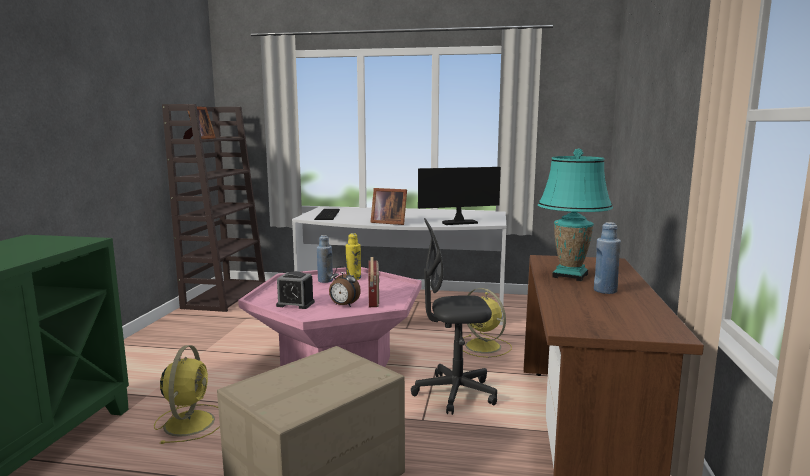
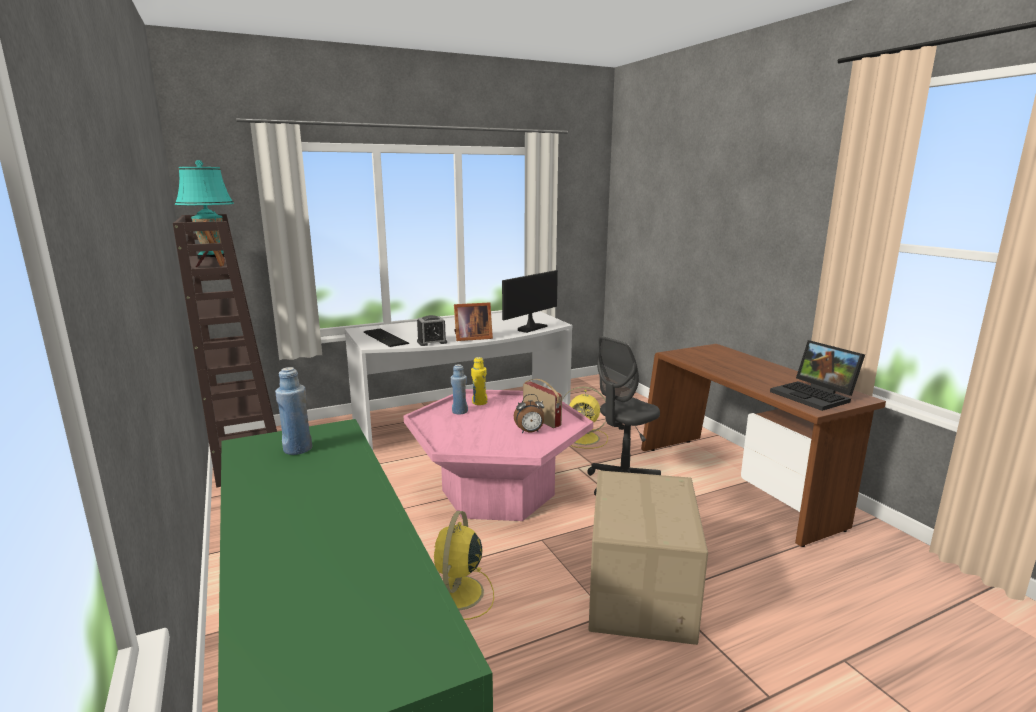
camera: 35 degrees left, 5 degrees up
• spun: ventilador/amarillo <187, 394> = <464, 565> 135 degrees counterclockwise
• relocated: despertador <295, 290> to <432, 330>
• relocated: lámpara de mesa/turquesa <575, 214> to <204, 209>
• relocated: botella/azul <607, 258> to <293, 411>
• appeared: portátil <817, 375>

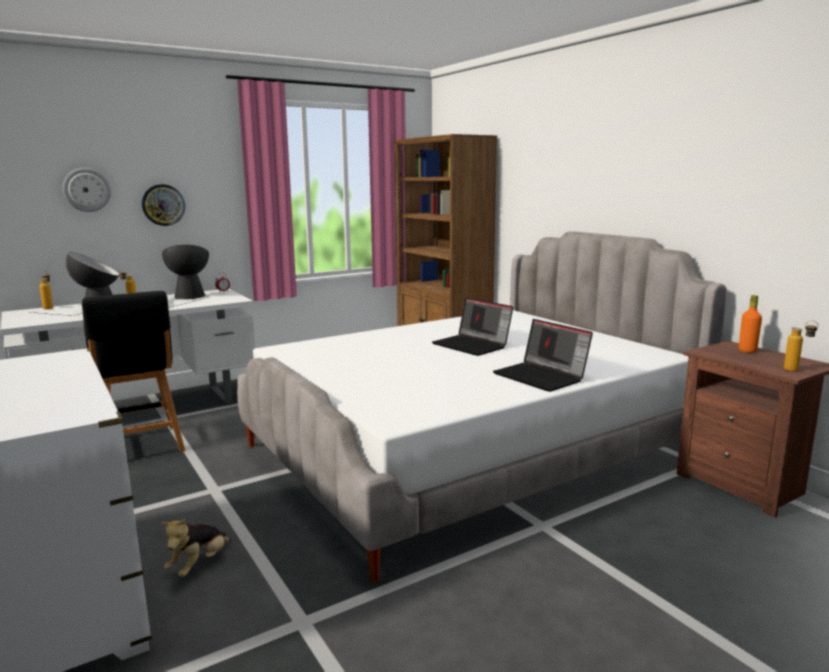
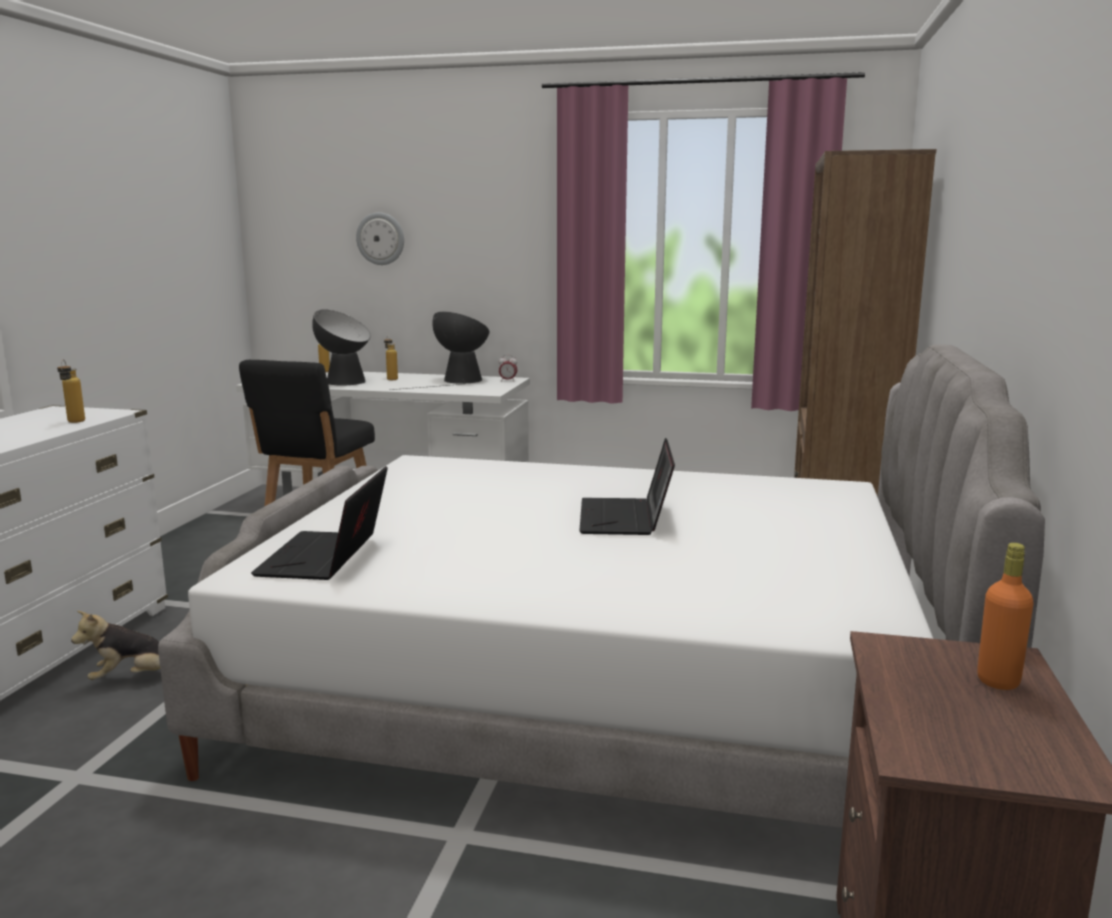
camera: 45 degrees right, 0 degrees up
• missing: reloj de pared <163, 205>
• relocated: portátil <543, 355> to <319, 523>
• relocated: botella <801, 346> to <71, 391>

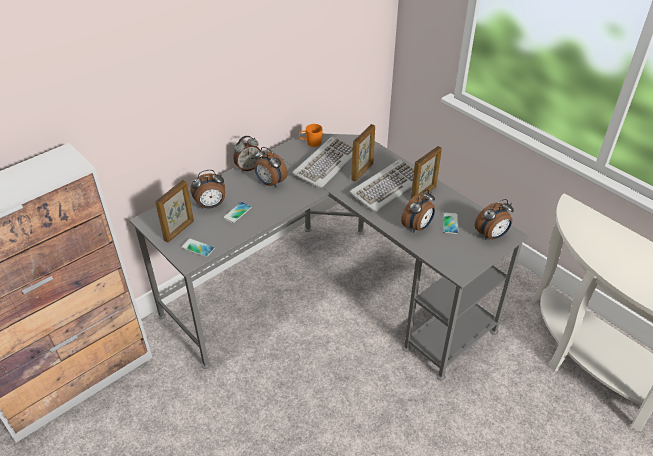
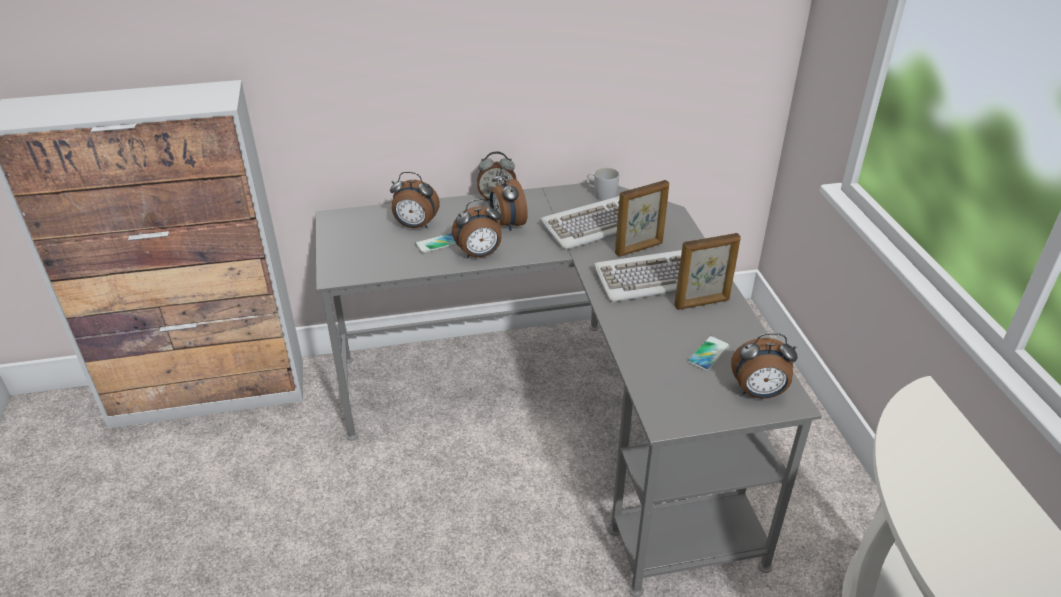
camera: 30 degrees right, 5 degrees down
• missing: portarretratos <174, 211>
• missing: móvil <198, 247>
• colour: taza grande/naranja <310, 135> to taza grande/blanco <603, 184>
• relocated: despertador <418, 211> to <477, 228>

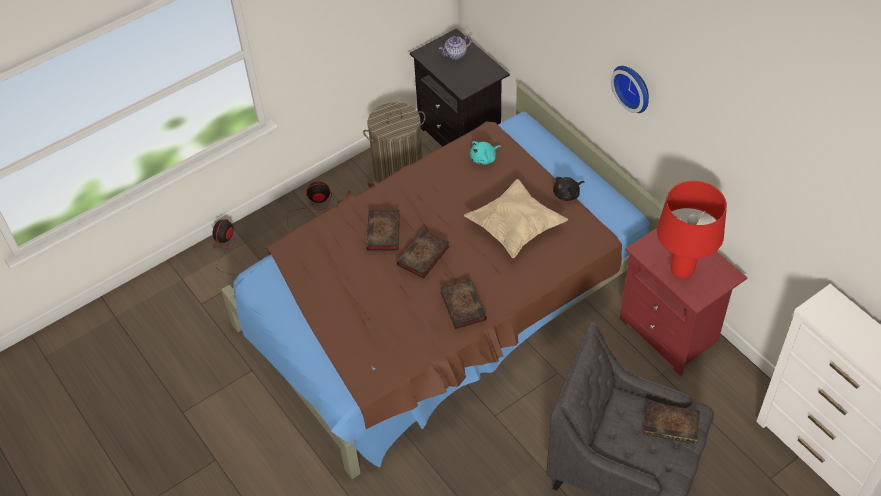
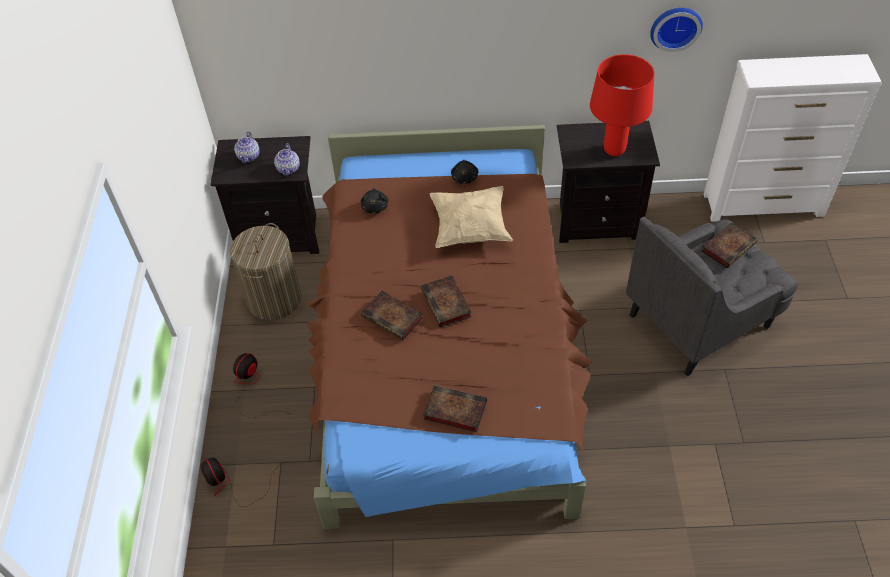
camera: 55 degrees left, 0 degrees up
• relocated: libro <463, 304> to <455, 408>
• colour: peluche/turquesa <485, 153> to peluche/negro <375, 201>
• relocated: reloj de pared <630, 89> to <676, 30>
• colour: mesita de noche/rojo <683, 296> to mesita de noche/negro <608, 182>
• appeared: tetera <287, 159>

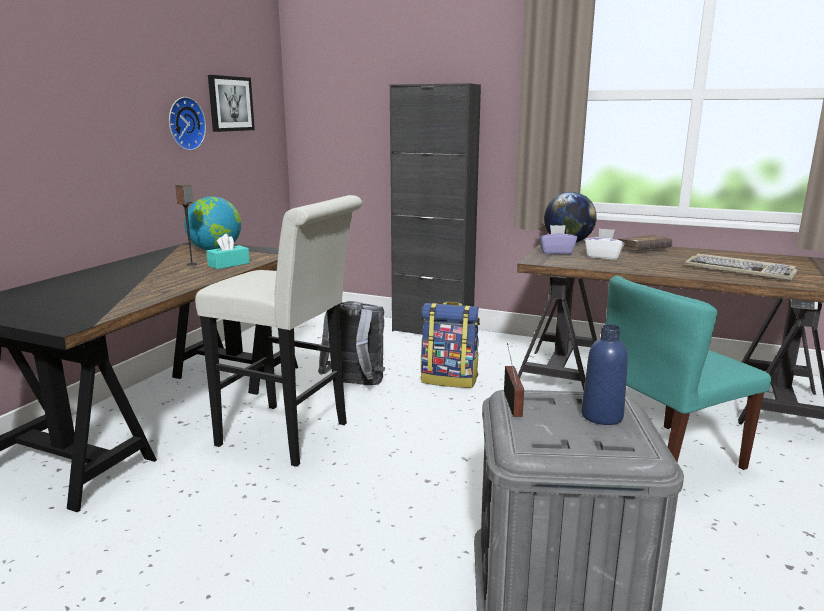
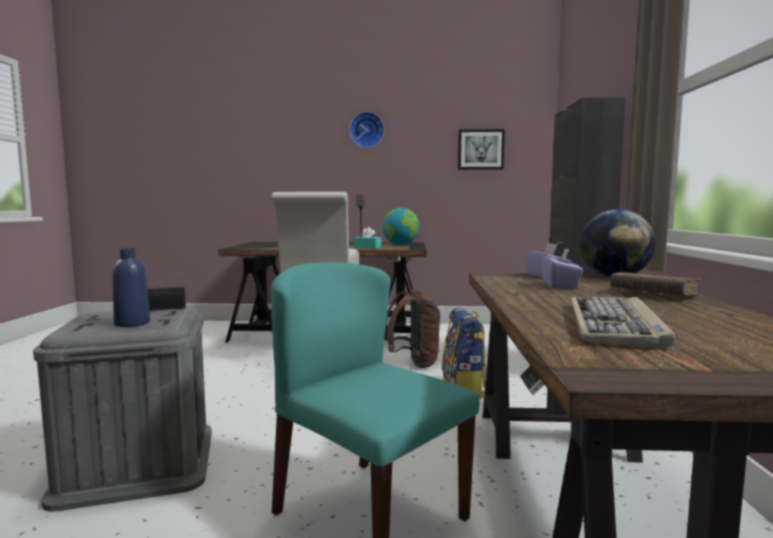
camera: 70 degrees right, 10 degrees down
• relocated: reloj de pared <187, 124> to <366, 130>
• colour: mochila/gris <351, 343> to mochila/marrón <412, 328>
• colour: caja de pañuelos/blanco <605, 244> to caja de pañuelos/morado <562, 268>

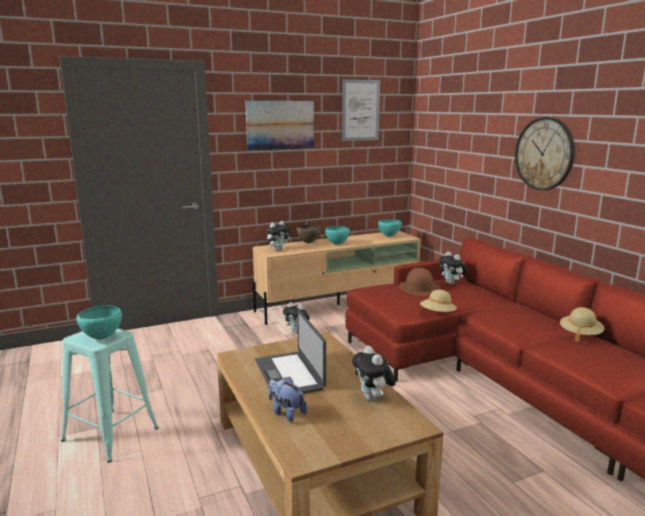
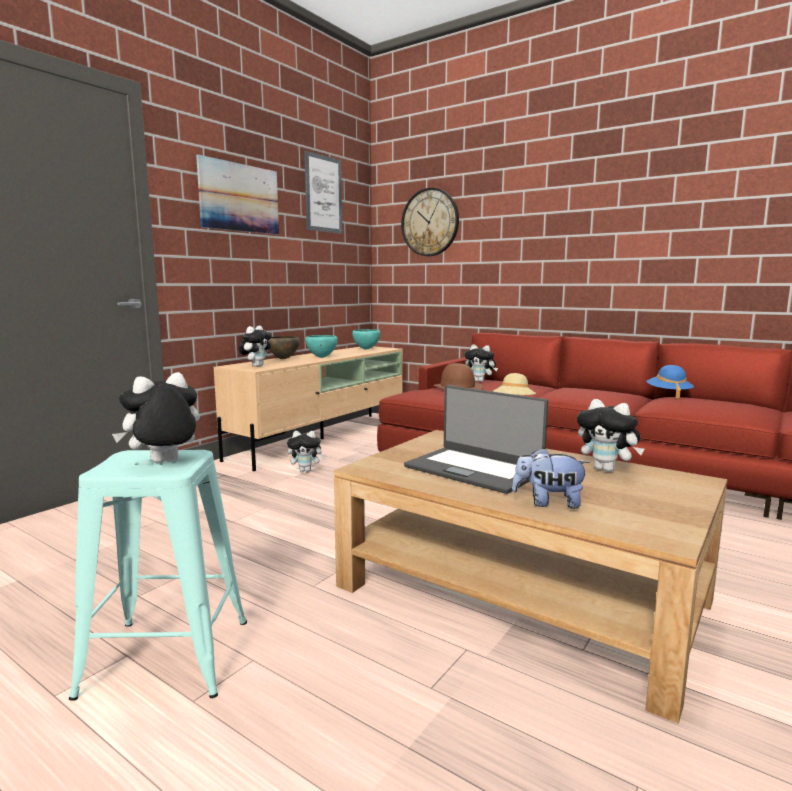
camera: 30 degrees left, 5 degrees down
• exchanged: cuenco/turquesa <99, 322> to peluche <156, 418>
• relocated: reloj de pared <545, 154> to <430, 222>
• colour: sombrero/beis <582, 324> to sombrero/azul <670, 382>

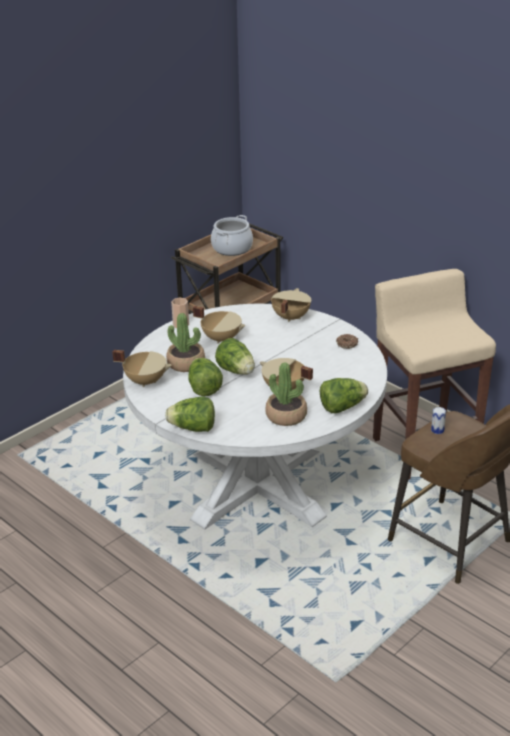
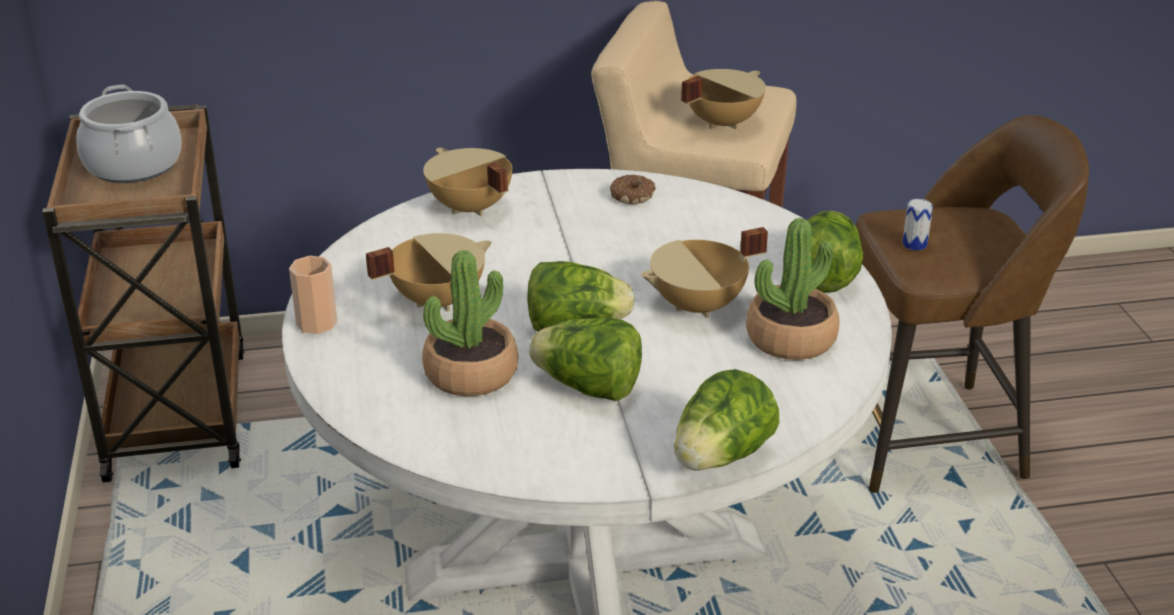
camera: 55 degrees left, 0 degrees up
• relocated: olla/beis <142, 368> to <723, 99>

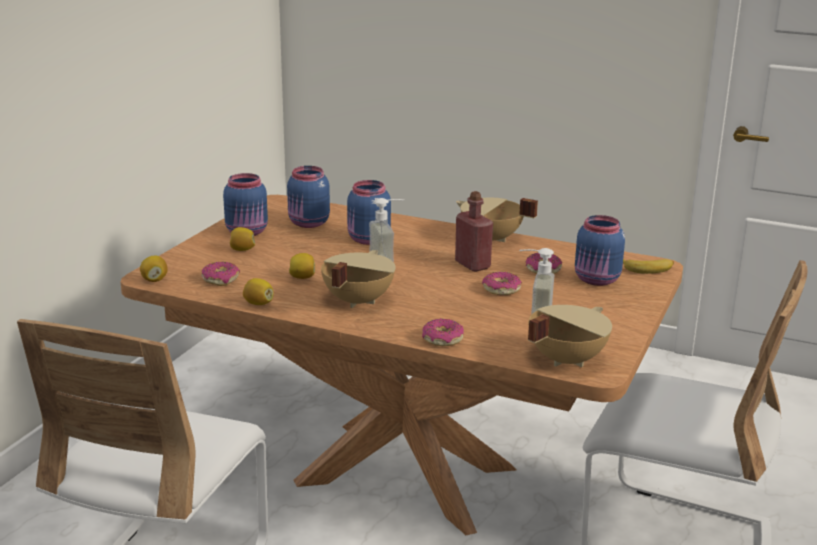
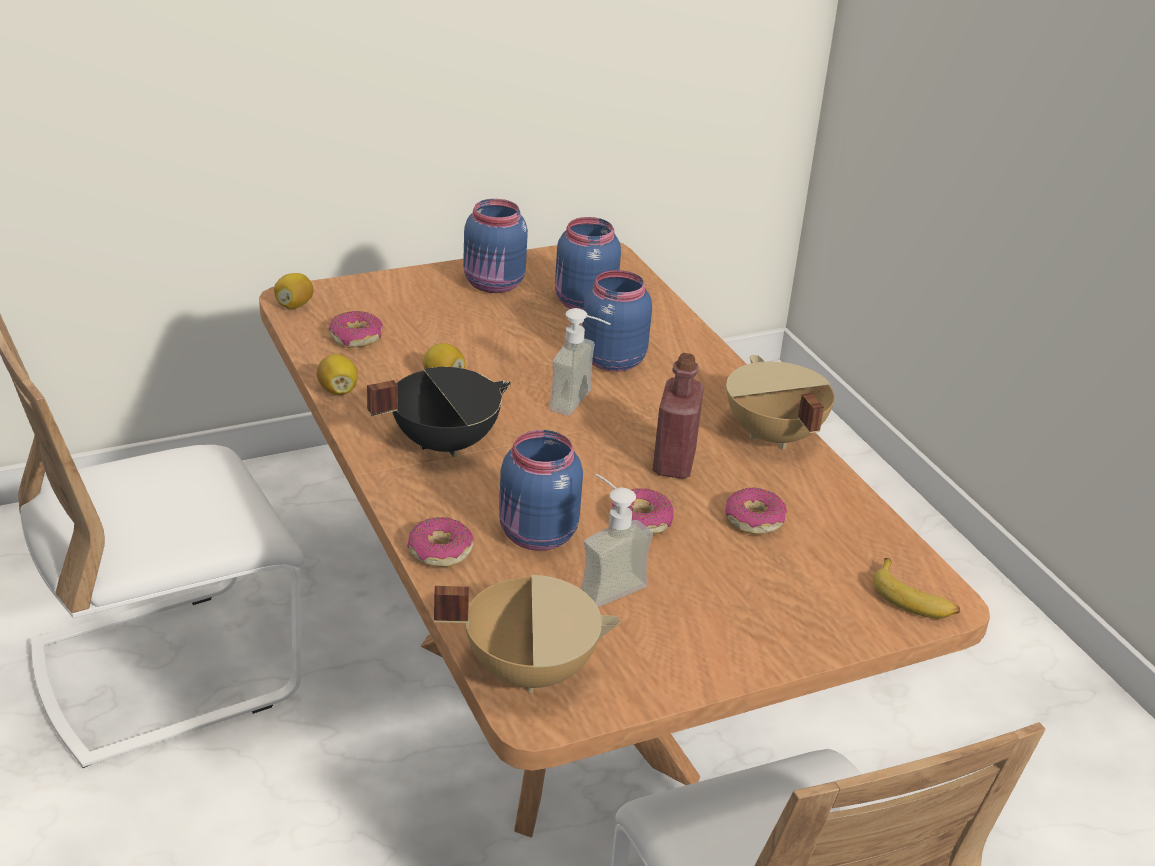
camera: 40 degrees right, 10 degrees up
• missing: limón <242, 239>
• colour: olla/beis <358, 279> to olla/negro <439, 412>
• relocated: tarro/azul <600, 250> to <541, 490>

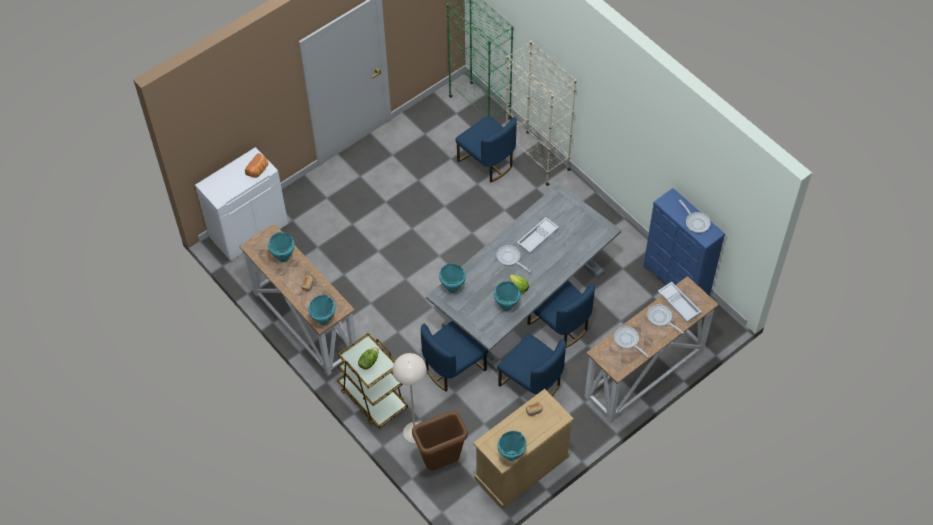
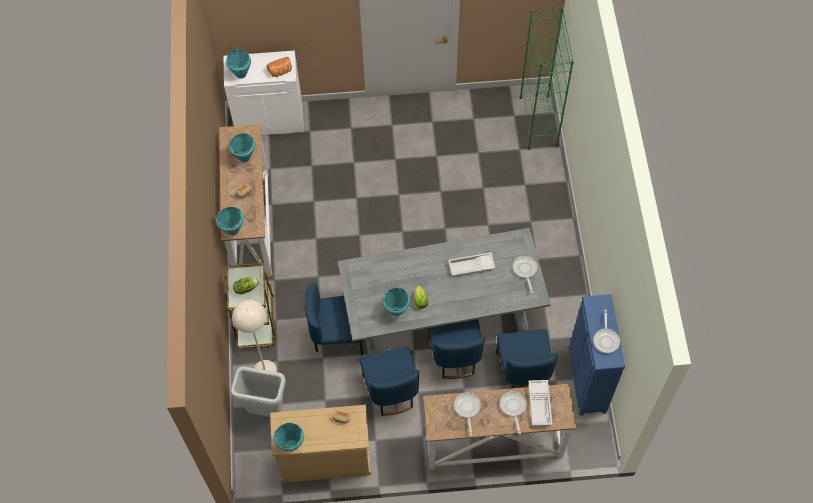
camera: 35 degrees right, 5 degrees up
• colour: papelera/marrón <440, 441> to papelera/gris <258, 391>
• relocated: olla/turquesa <452, 278> to <238, 63>
• relocated: silla/azul <486, 149> to <527, 358>
• relocated: sartén <513, 258> to <525, 274>
• missing: estantería/beis <541, 113>

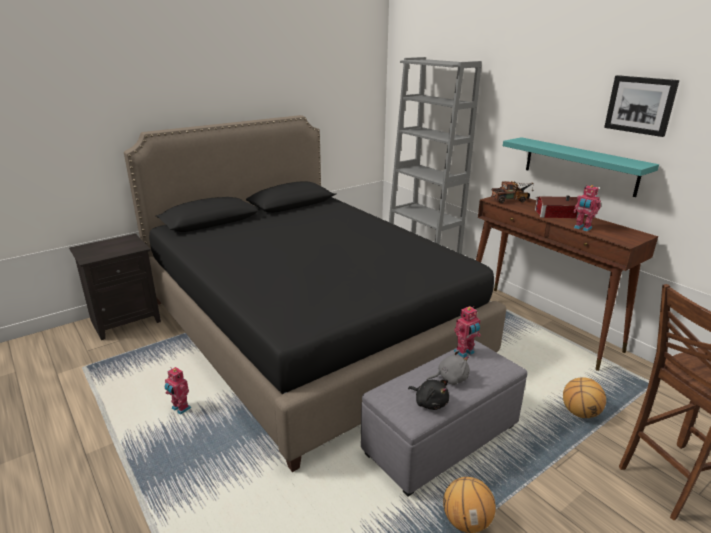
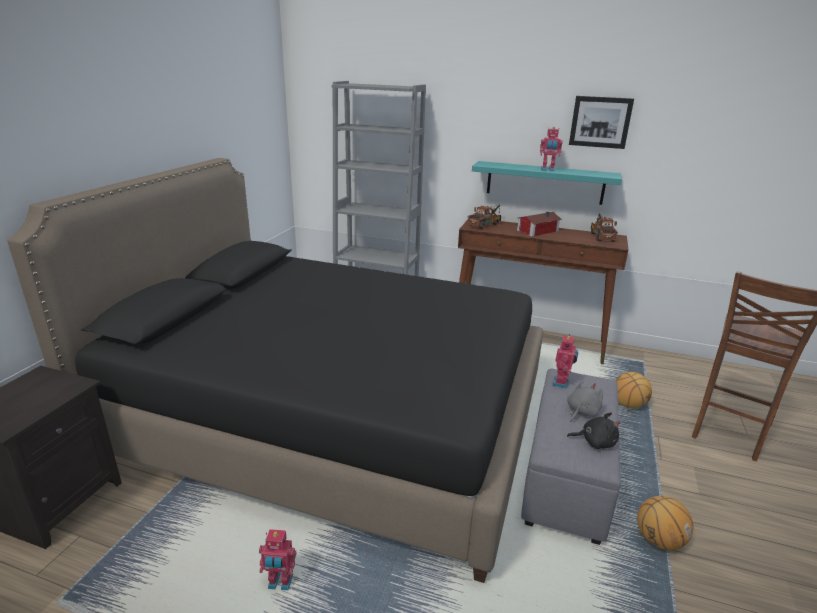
camera: 35 degrees left, 0 degrees up
• relocated: robot de juguete <587, 208> to <551, 149>
• appeared: camión de juguete <604, 227>

